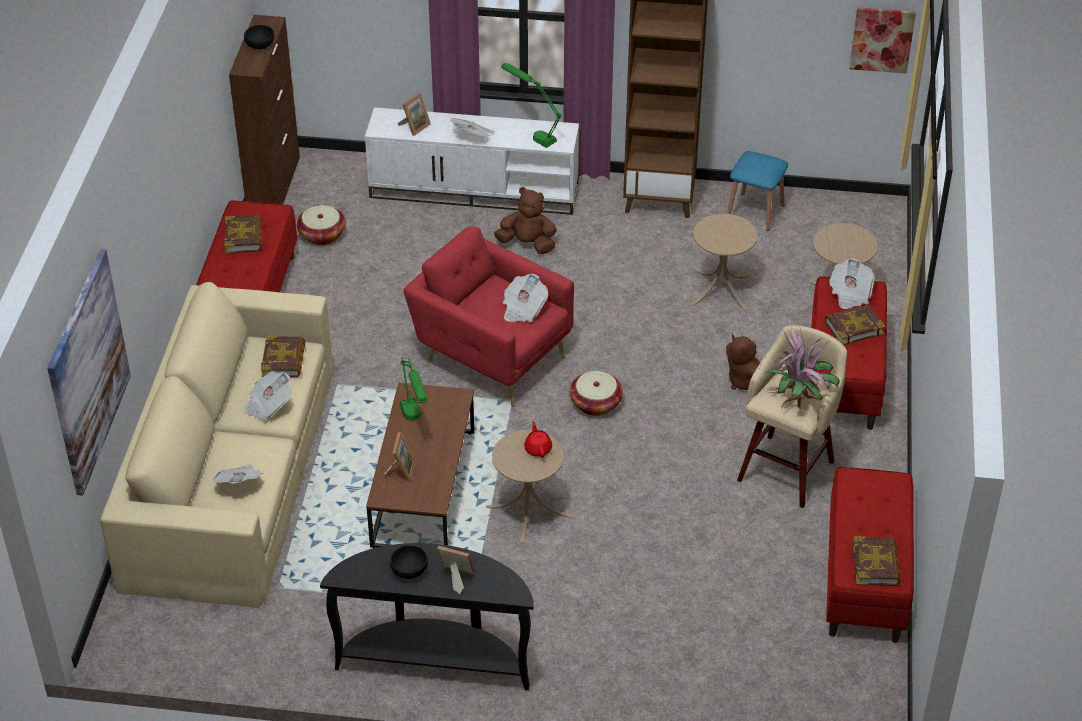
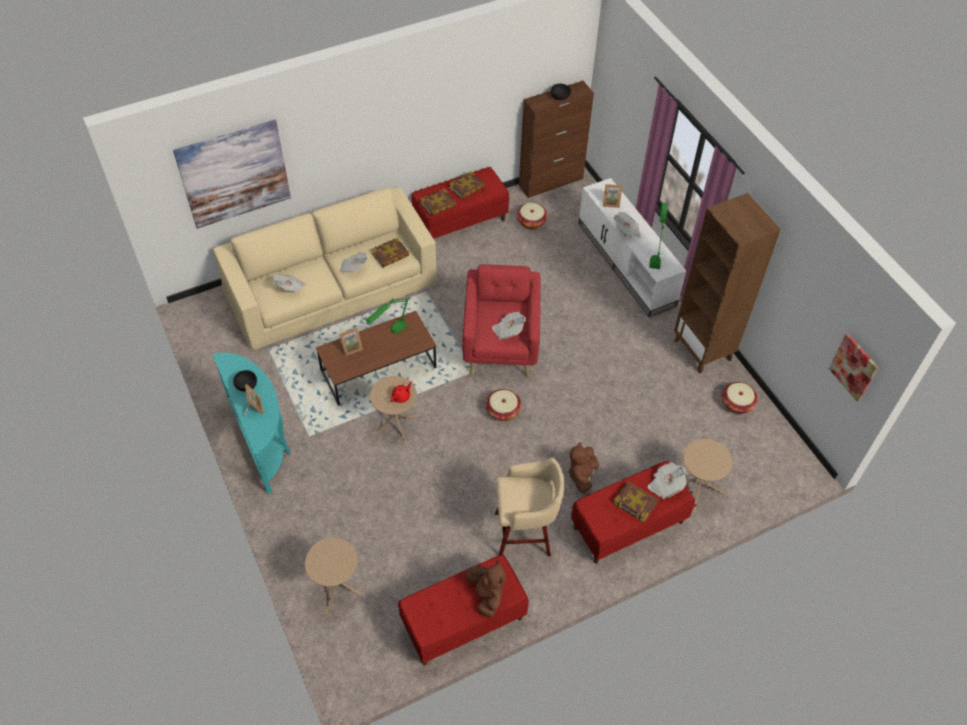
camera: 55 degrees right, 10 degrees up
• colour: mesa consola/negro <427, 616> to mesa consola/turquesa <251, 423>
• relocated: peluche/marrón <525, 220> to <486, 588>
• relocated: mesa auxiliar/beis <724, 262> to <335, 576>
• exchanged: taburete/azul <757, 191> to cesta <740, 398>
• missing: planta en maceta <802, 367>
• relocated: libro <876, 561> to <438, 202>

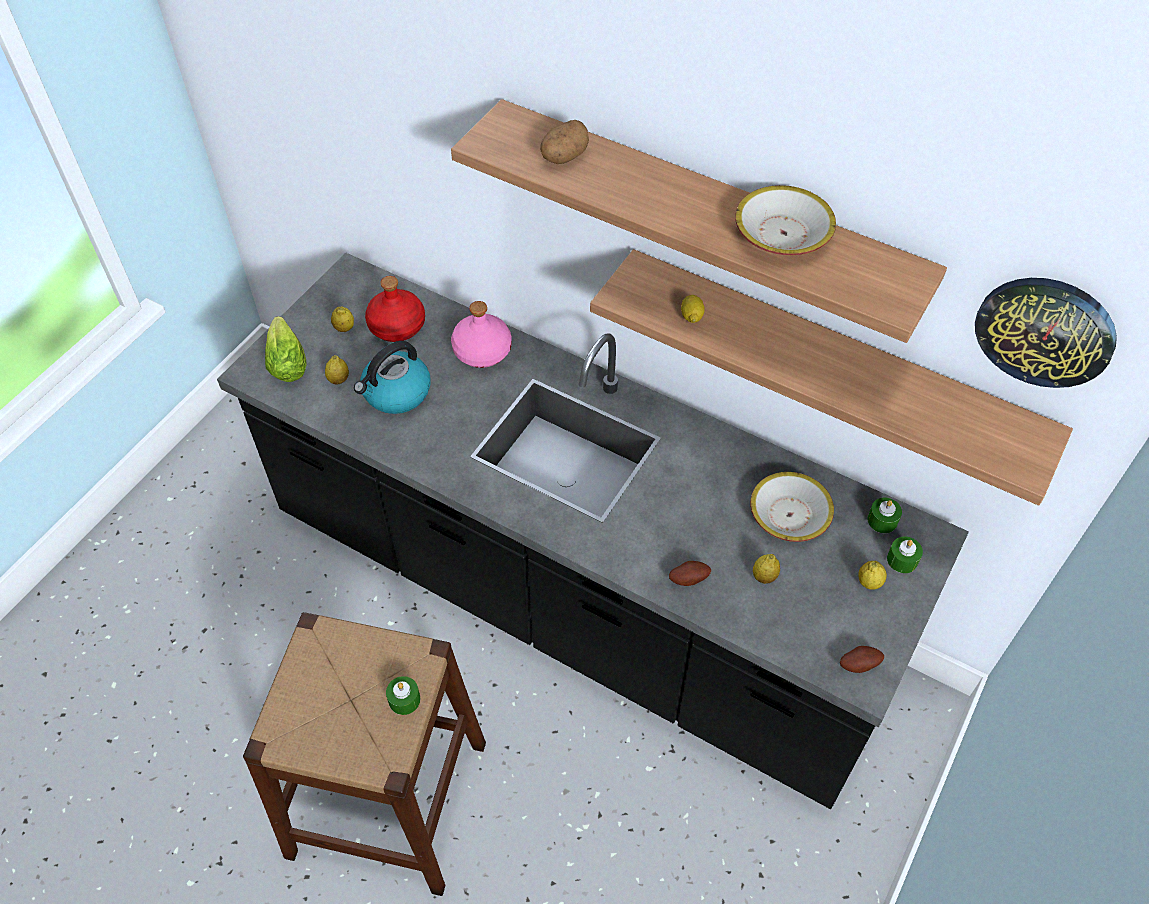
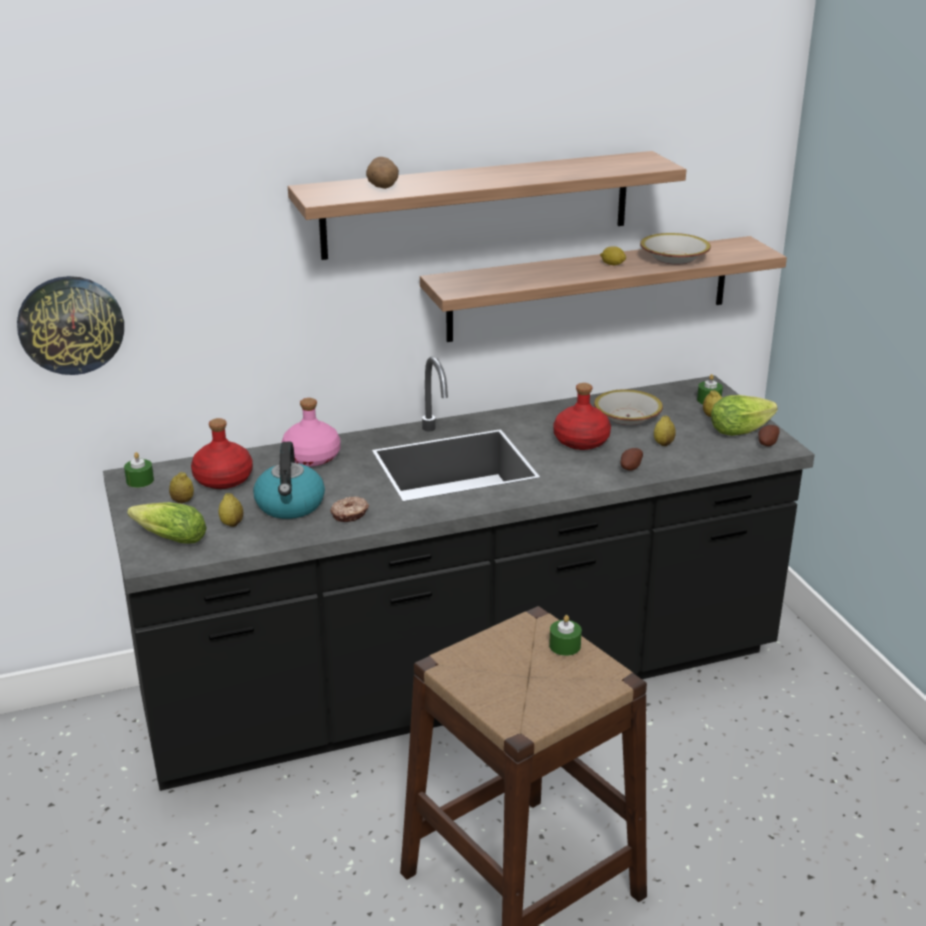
camera: 50 degrees left, 25 degrees down
• relocated: limón <693, 309> to <613, 255>
• relocated: cuenco <785, 220> to <675, 249>
• relocated: vela/verde <884, 515> to <139, 470>
• relocated: reloj de pared <1046, 333> to <70, 325>
• appeared: rosquilla <349, 509>
• appeared: botella/rojo <582, 416>
• appeared: lechuga <744, 415>

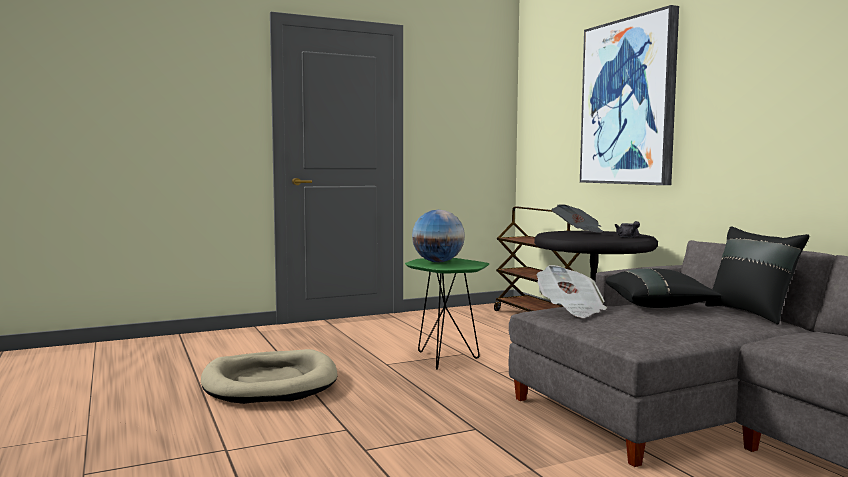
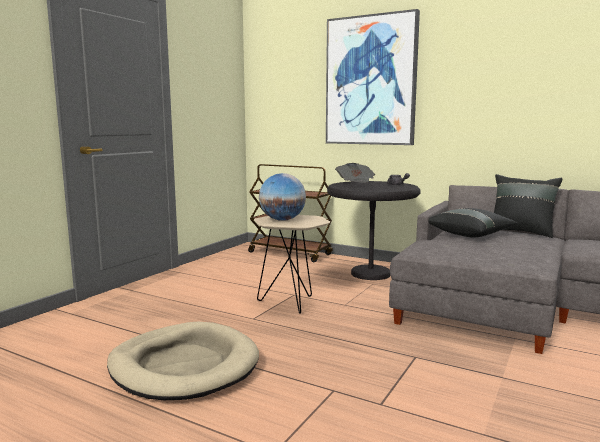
camera: 35 degrees left, 5 degrees up
• colour: mesa auxiliar/verde <447, 314> to mesa auxiliar/beis <292, 264>
• missing: periódico <571, 291>

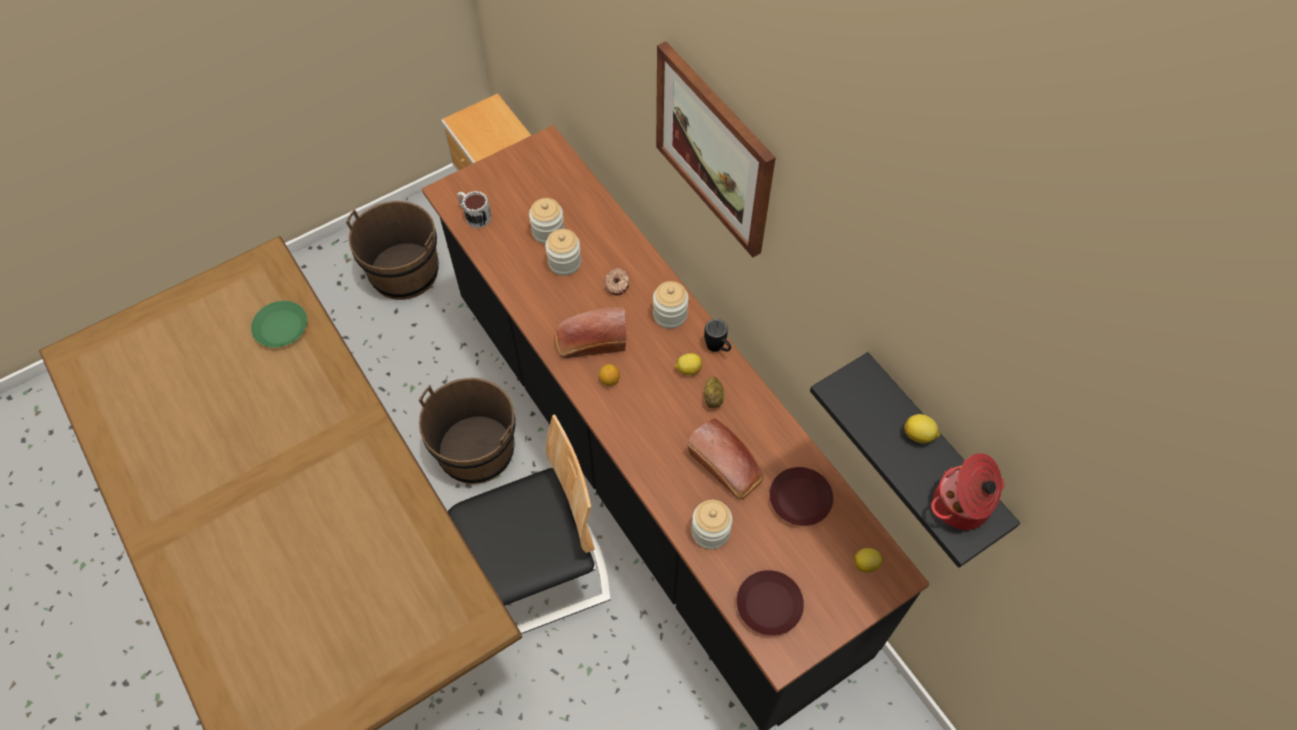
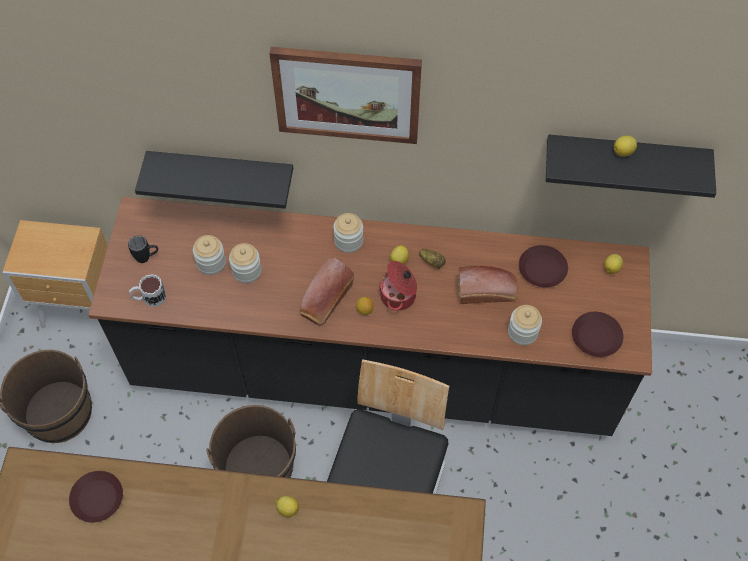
camera: 50 degrees left, 0 degrees up
• colour: plato/verde <279, 324> to plato/marrón <96, 497>
• missing: rosquilla <616, 281>
• relocated: taza grande/negro <717, 335> to <143, 249>
• relocated: olla <967, 491> to <398, 285>
• appeared: estante/negro <214, 180>
• appeared: limón <287, 506>

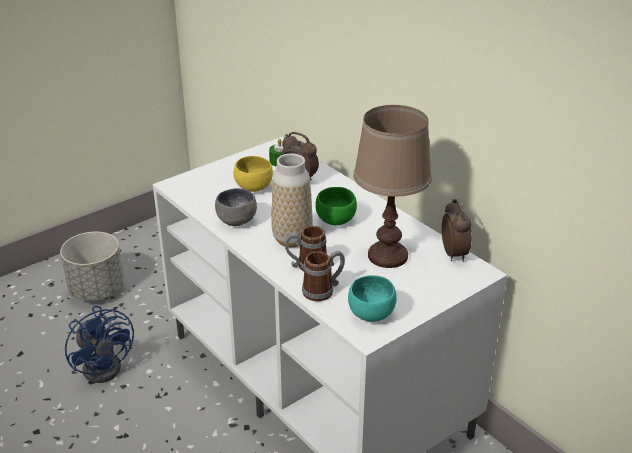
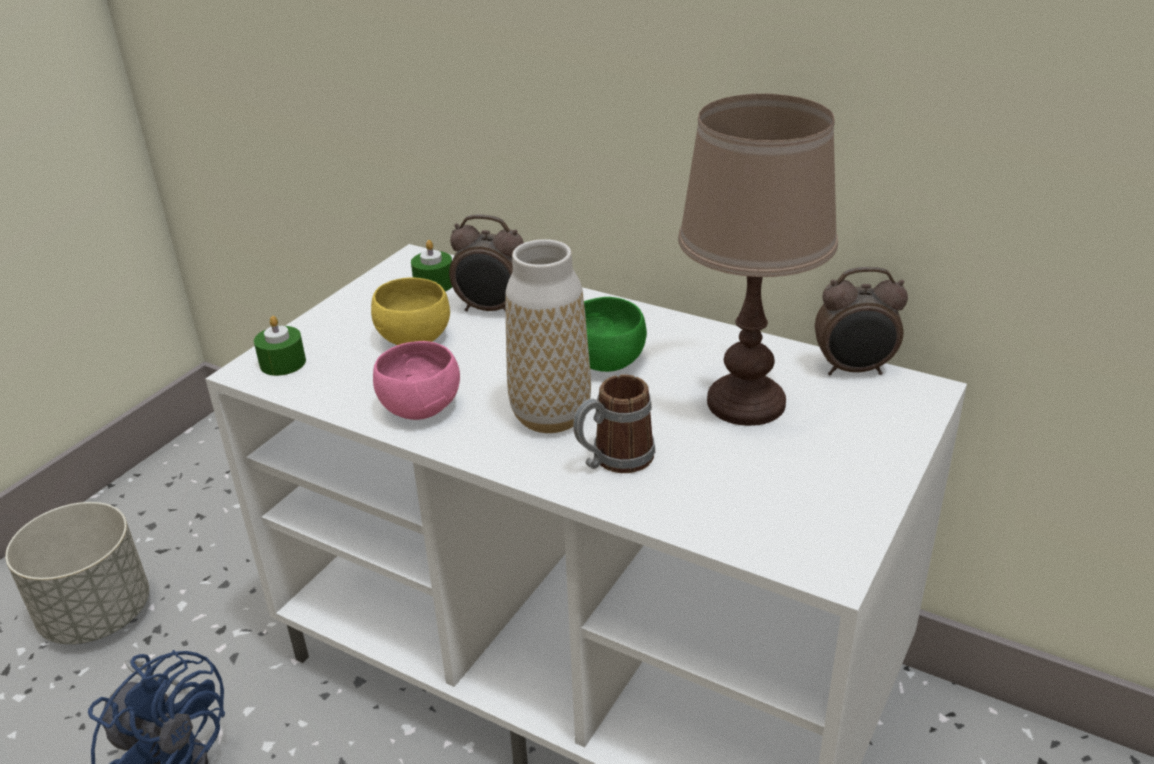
camera: 20 degrees left, 0 degrees up
• colour: cuenco/gris <236, 207> to cuenco/rosa <416, 380>
• missing: taza grande <323, 276>
• missing: cuenco/turquesa <372, 298>
• spun: despertador <457, 230> = <861, 321> 120 degrees clockwise
• appeared: vela/verde <280, 346>

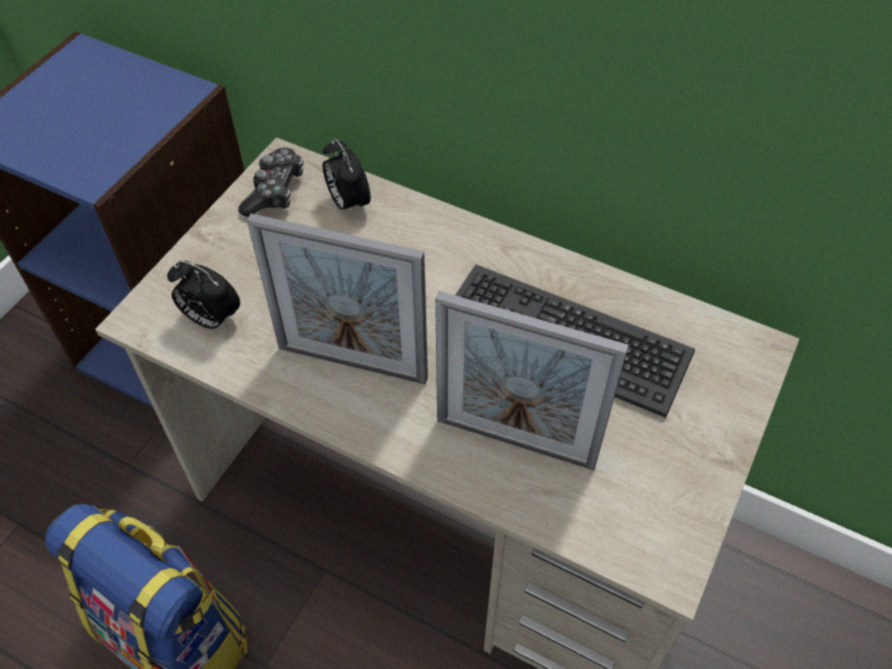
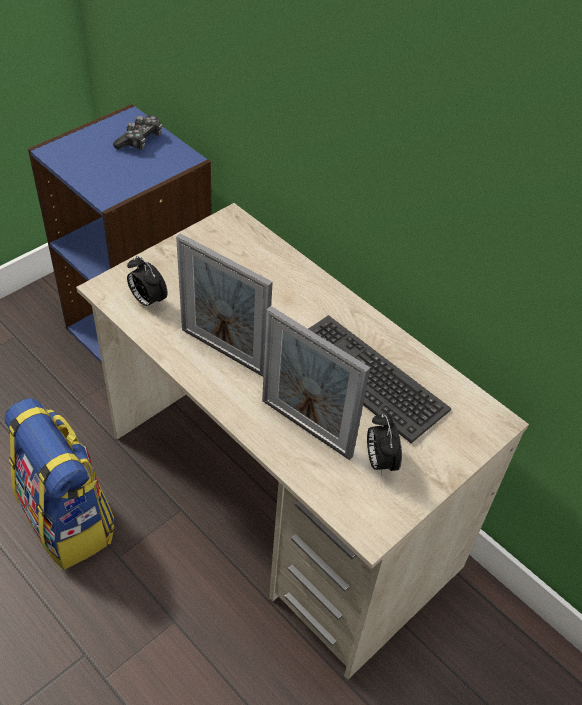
camera: 15 degrees right, 5 degrees down
• relocated: mando de consola <270, 182> to <137, 132>
• relocated: despertador <347, 177> to <384, 445>

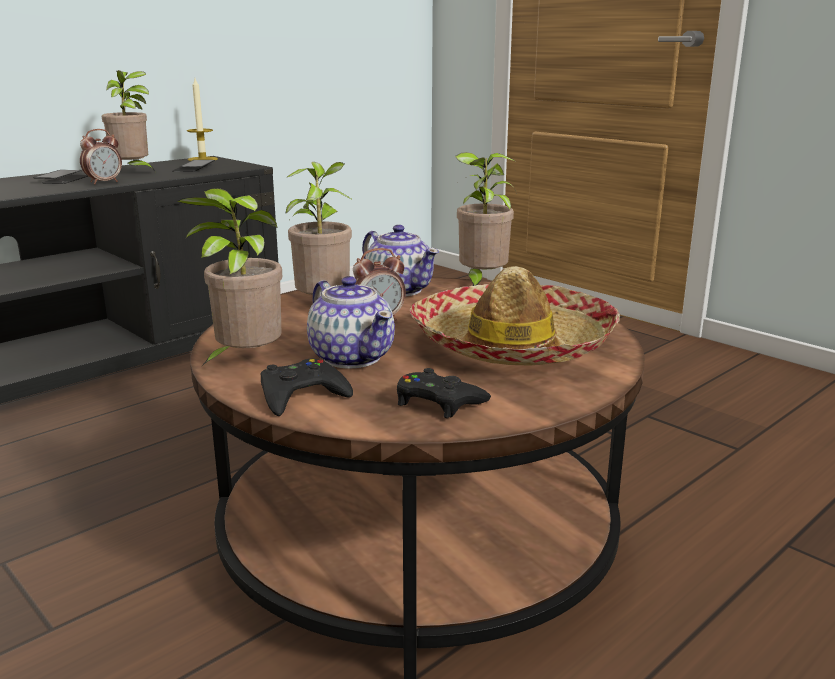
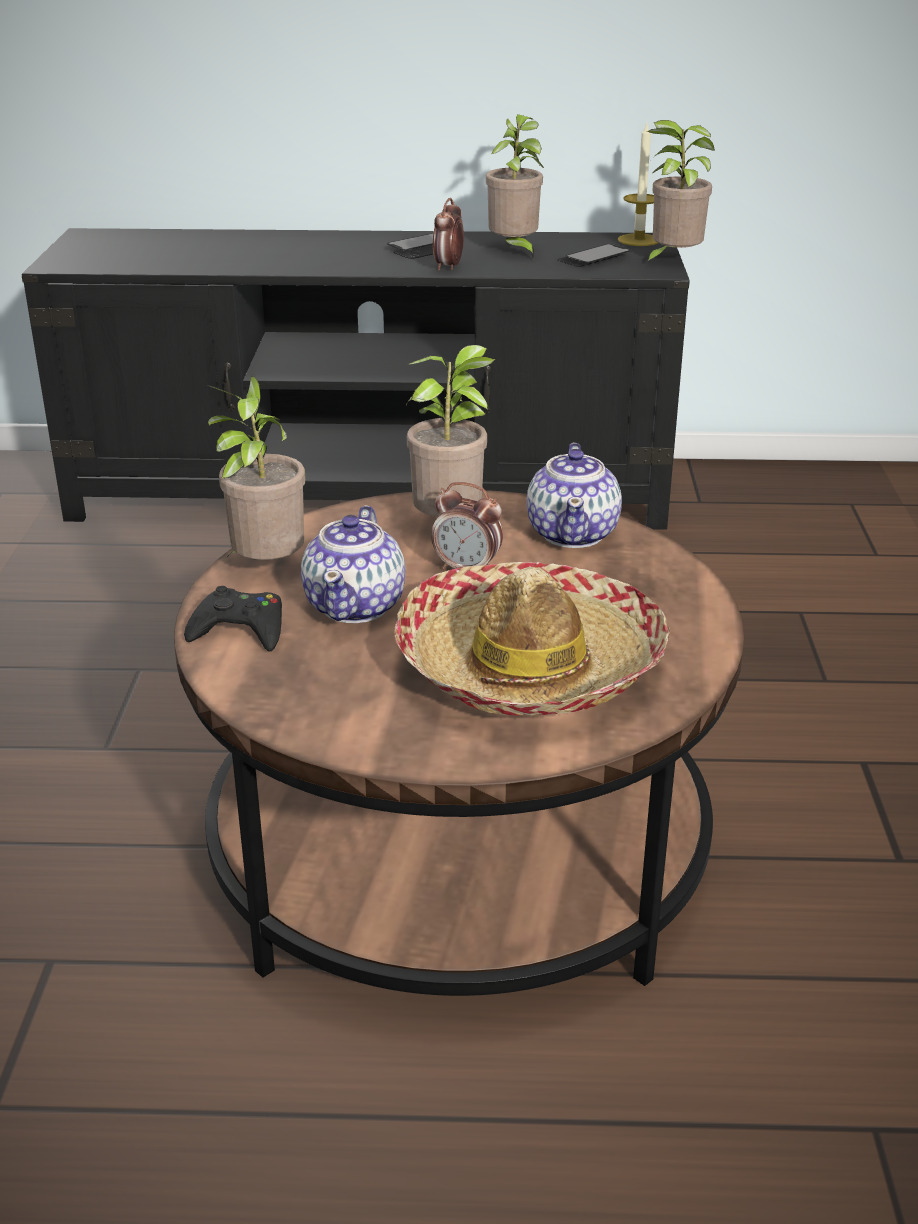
camera: 45 degrees right, 10 degrees up
• spun: despertador <101, 157> = <448, 234> 105 degrees clockwise
• missing: mando de consola/negro <444, 393>
• relocated: planta en maceta <486, 219> to <679, 192>

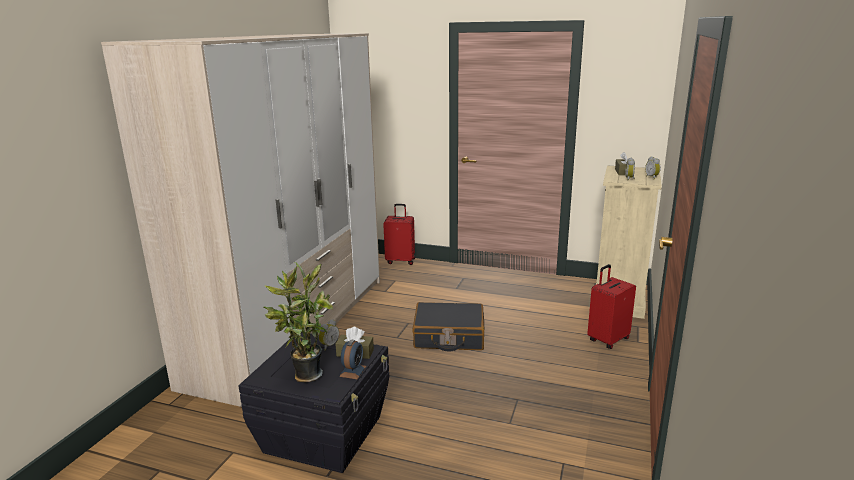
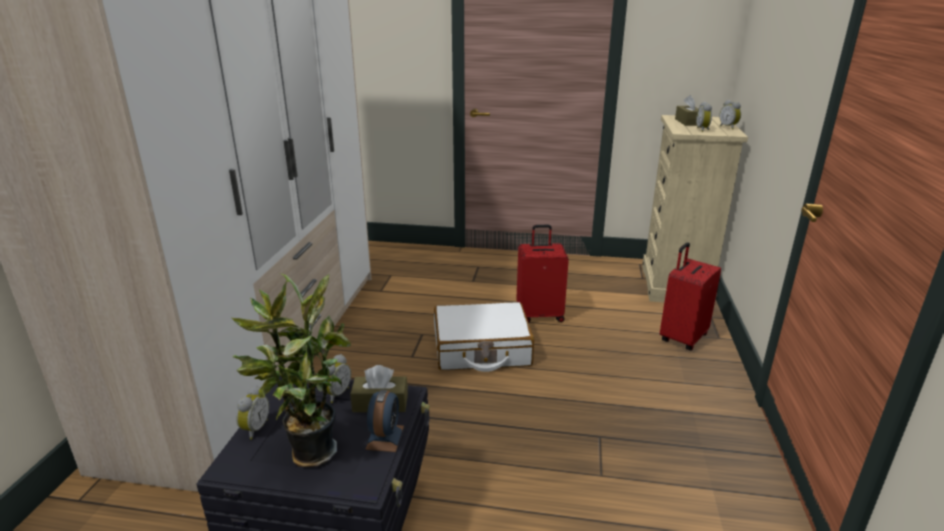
camera: 10 degrees left, 5 degrees up
• relocated: maleta/rojo <399, 234> to <542, 274>
• colour: maleta/negro <448, 326> to maleta/blanco <484, 337>
• appeared: despertador <252, 412>

